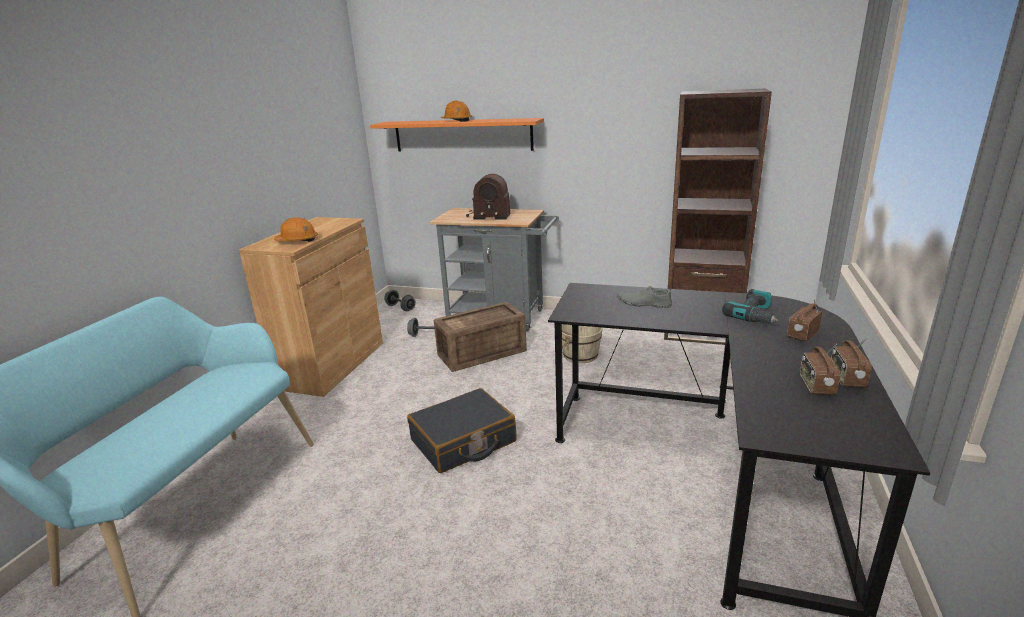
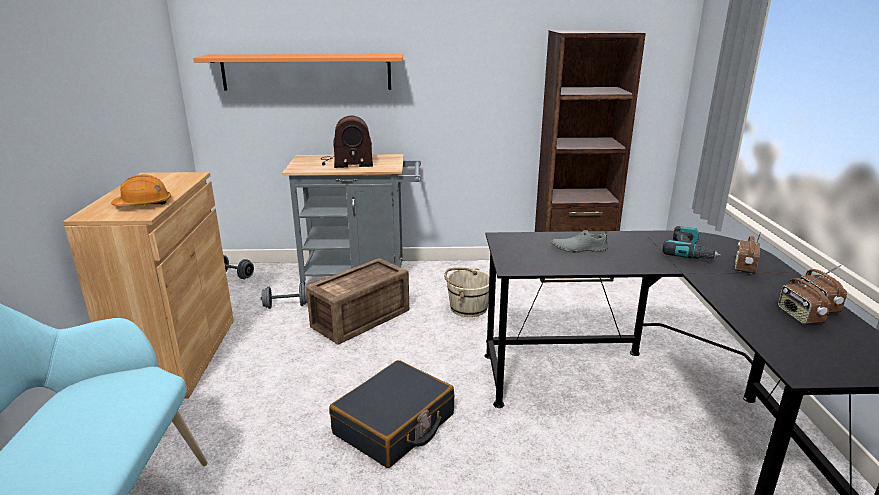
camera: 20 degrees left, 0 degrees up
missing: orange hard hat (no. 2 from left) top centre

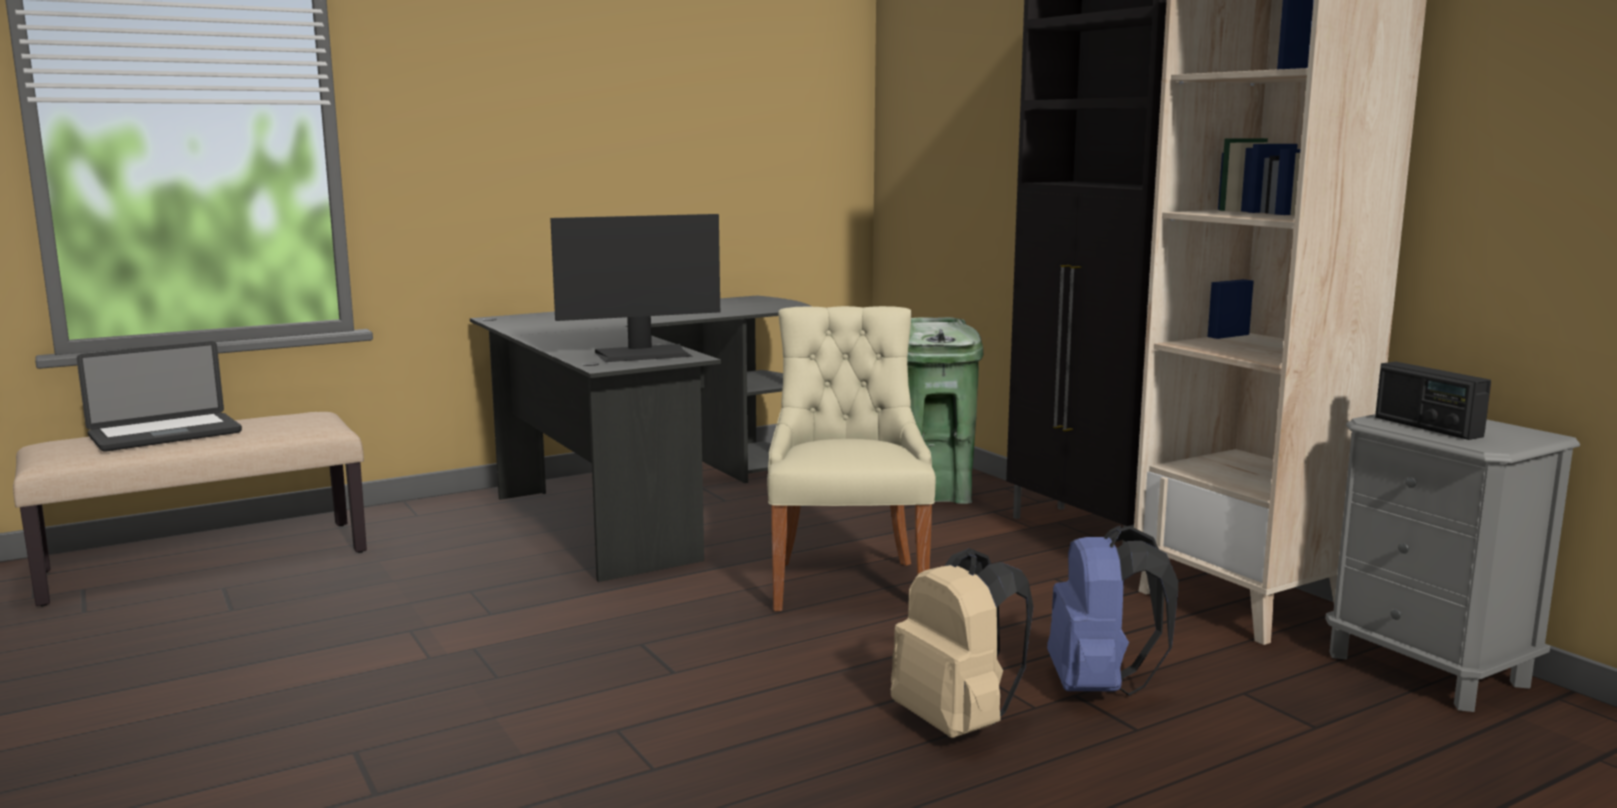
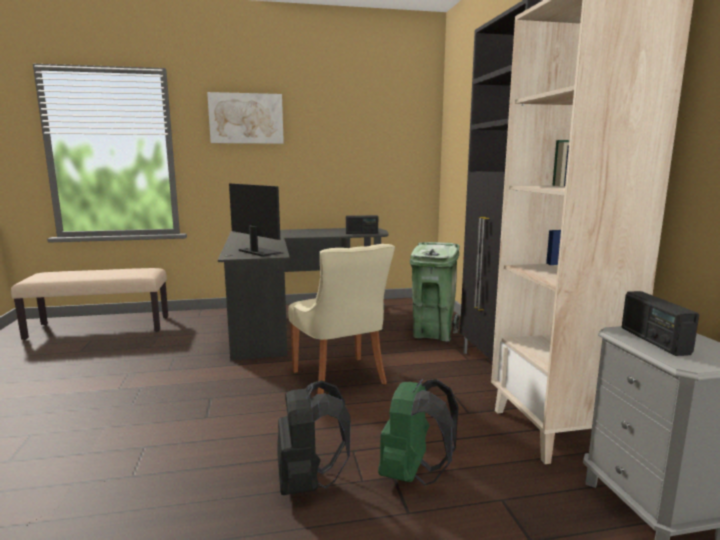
camera: 20 degrees right, 0 degrees up
missing: laptop middle left
appeared: picture top centre; radio (no. 1 from left) centre
colour: beige backpack bottom centre to black backpack bottom centre; blue backpack bottom right to green backpack bottom centre
spun: monitor centre = centre 135 degrees counterclockwise; beige chair centre = centre 135 degrees clockwise

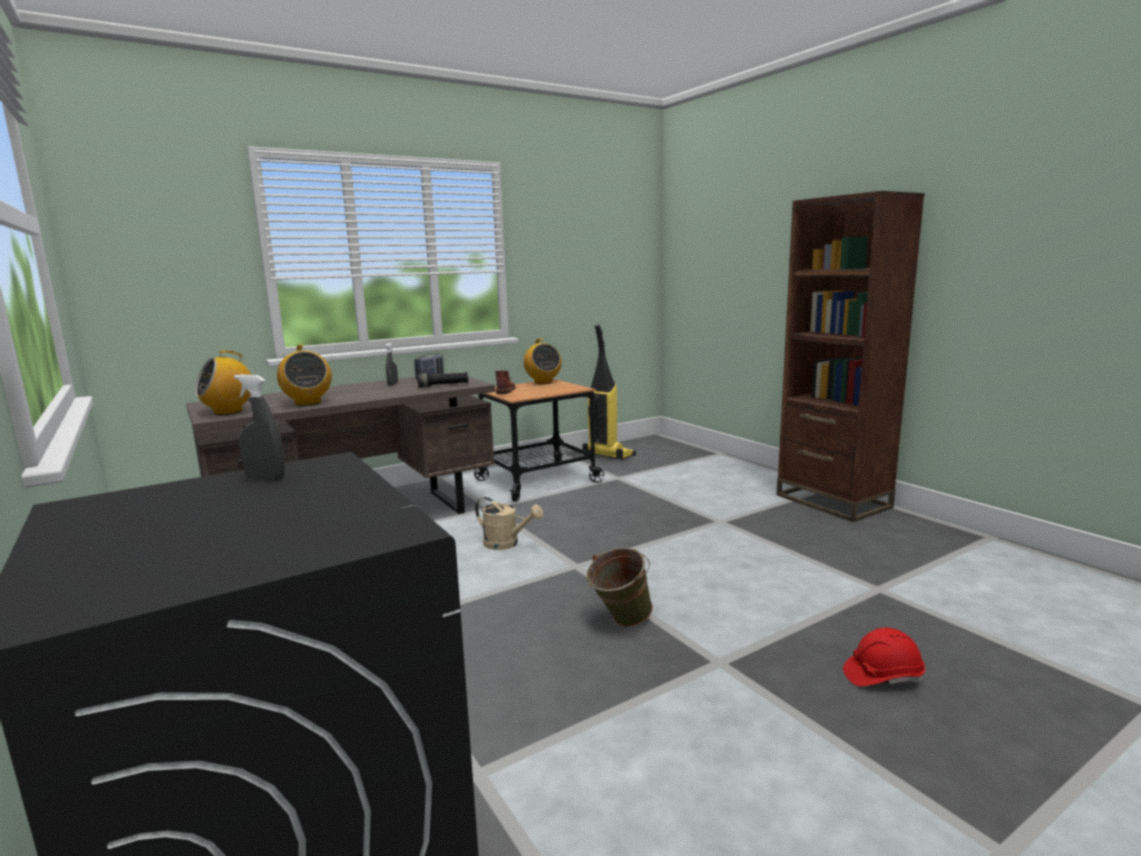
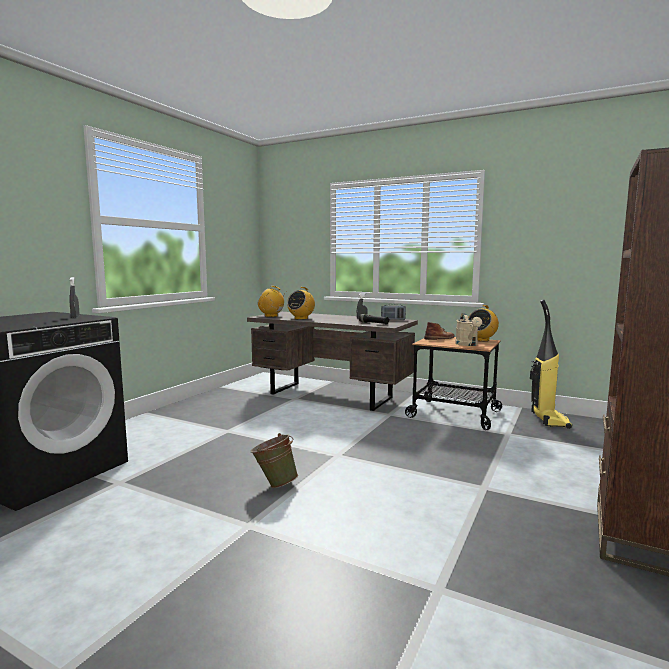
camera: 60 degrees right, 5 degrees down
missing: red hard hat bottom right
relocated: beige watering can centre to middle right

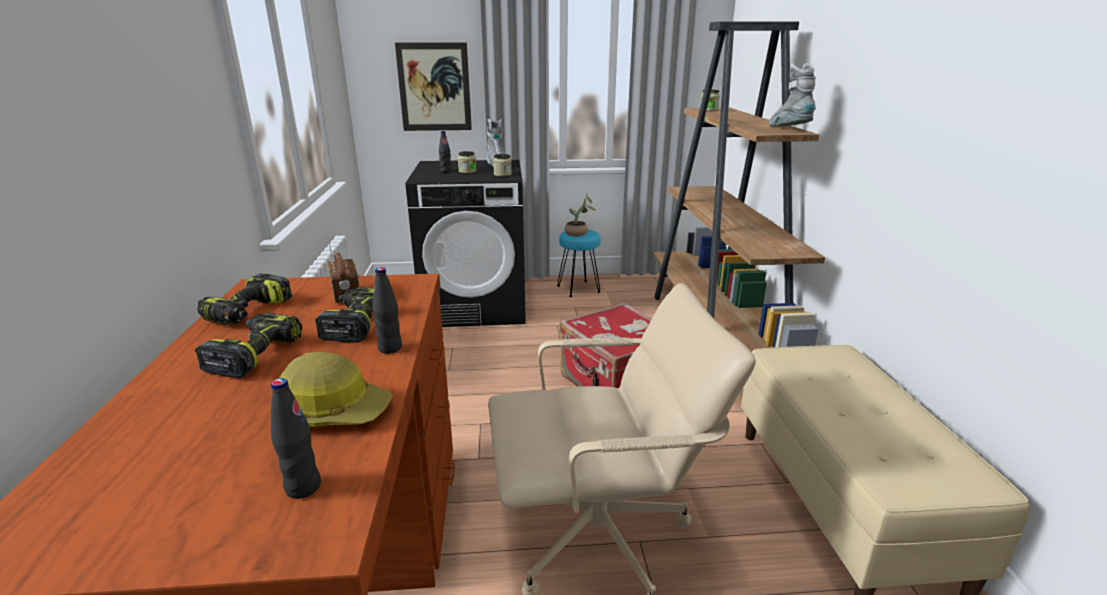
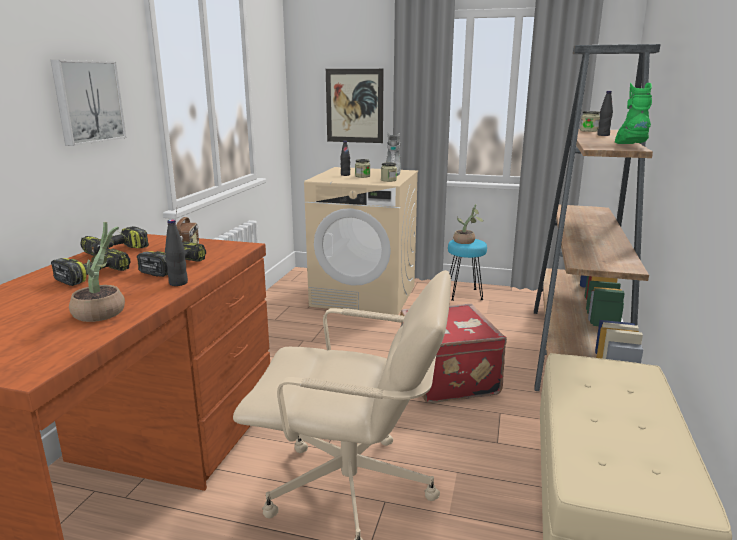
camera: 20 degrees right, 5 degrees down
appeared: picture (no. 1 from left) top left
relocated: black bottle (no. 1 from left in the first image) bottom left to black bottle (no. 3 from left) top right
exchanged: hard hat middle left to potted plant (no. 1 from left) middle left
colour: black washing machine centre to beige washing machine centre; grey boot (no. 2 from left) top right to green boot top right

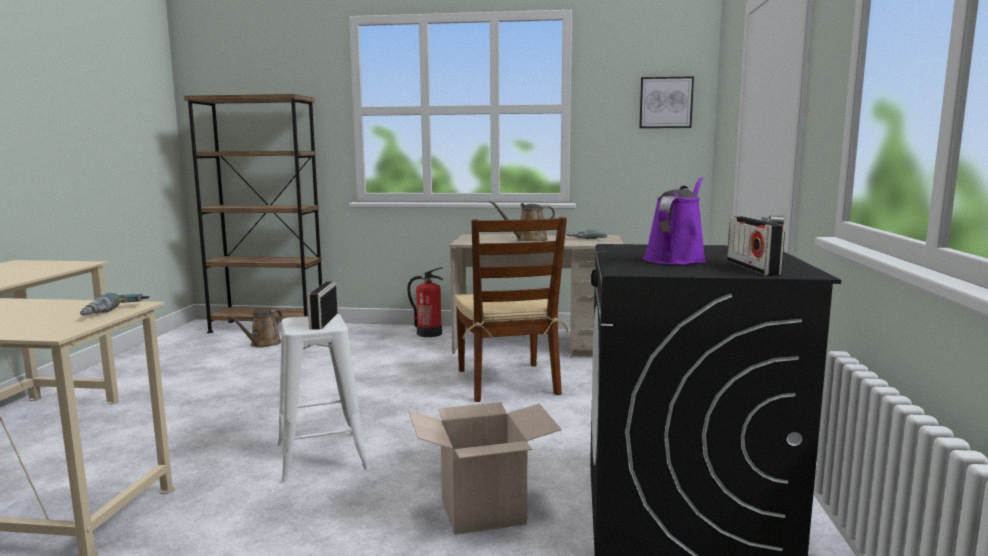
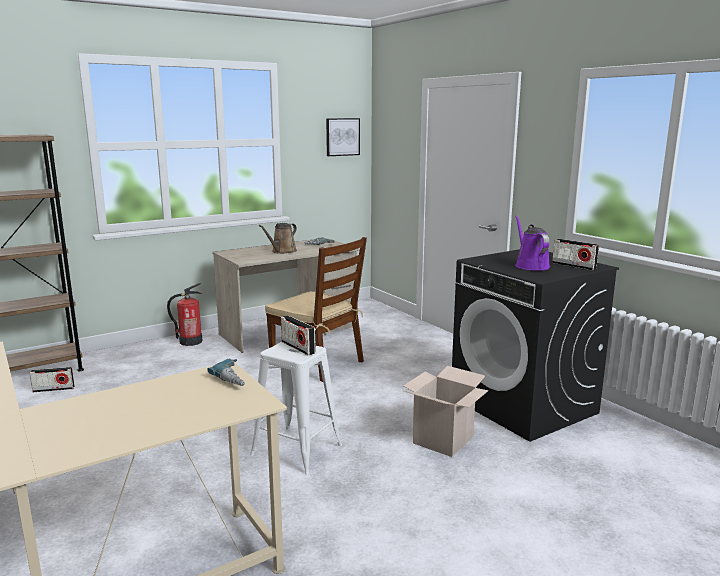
camera: 40 degrees left, 5 degrees up
exchanged: brown watering can (no. 1 from left) middle left to radio (no. 1 from left) middle left

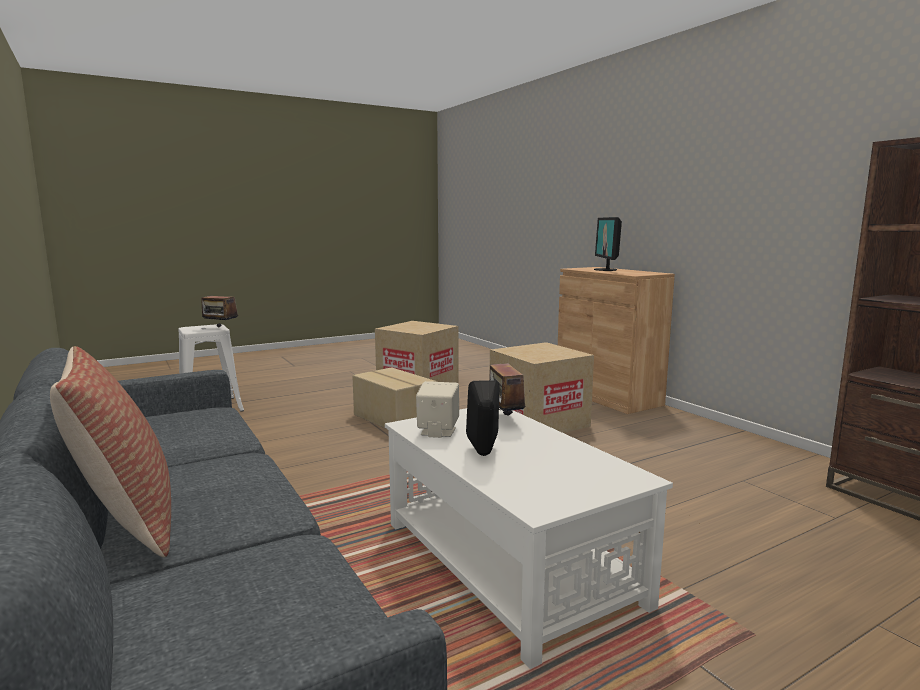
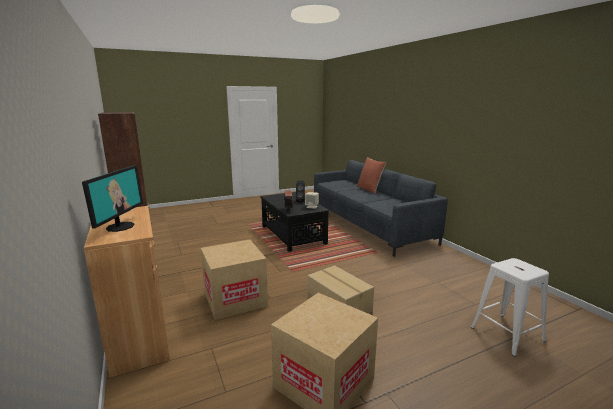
camera: 175 degrees left, 5 degrees up
missing: radio (no. 1 from left) middle left
colour: white coffee table bottom centre to black coffee table centre

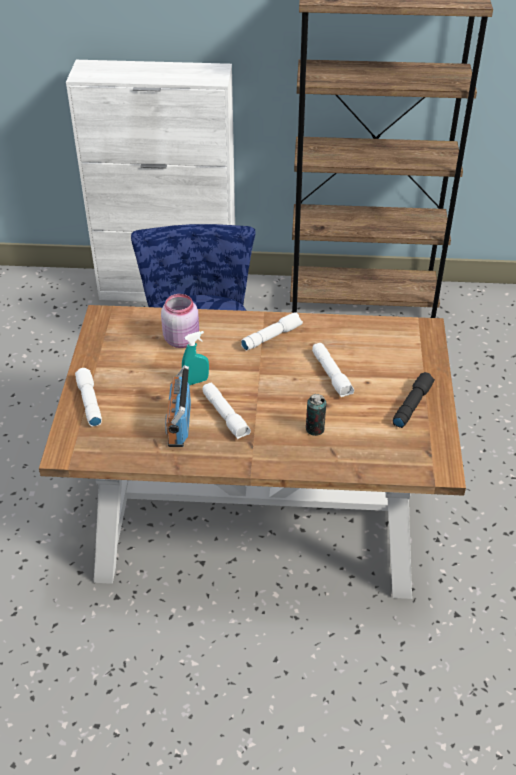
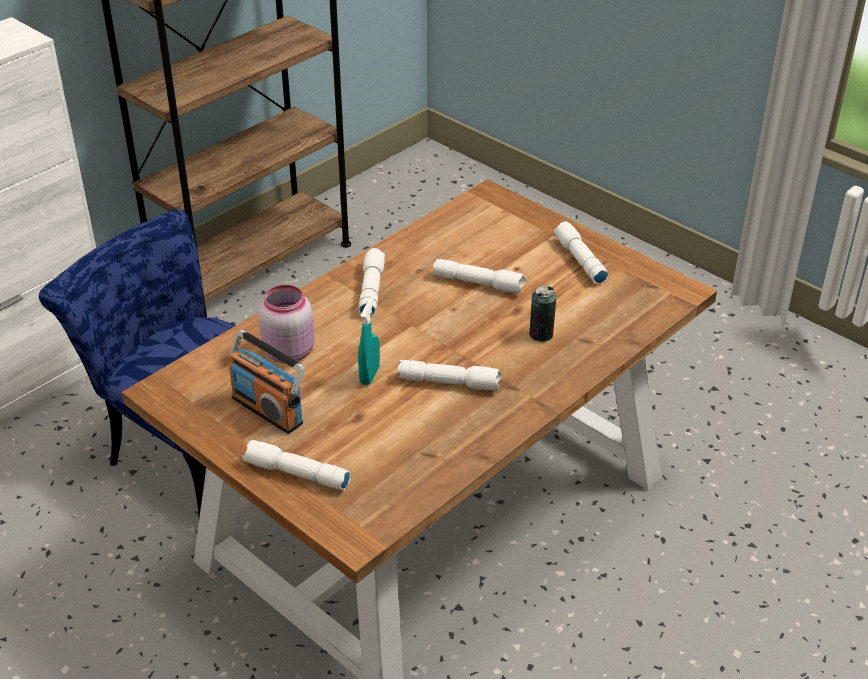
camera: 50 degrees left, 5 degrees down
relocated: radio centre to middle left
colour: black flashlight middle right to white flashlight (no. 5 from left) middle right

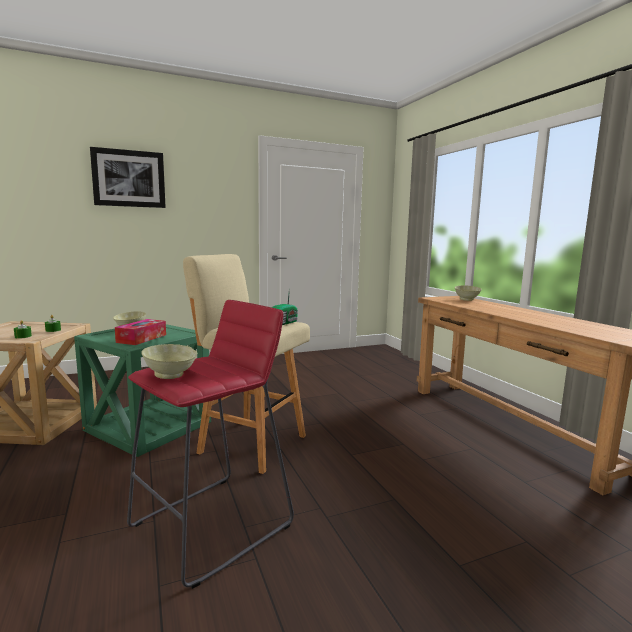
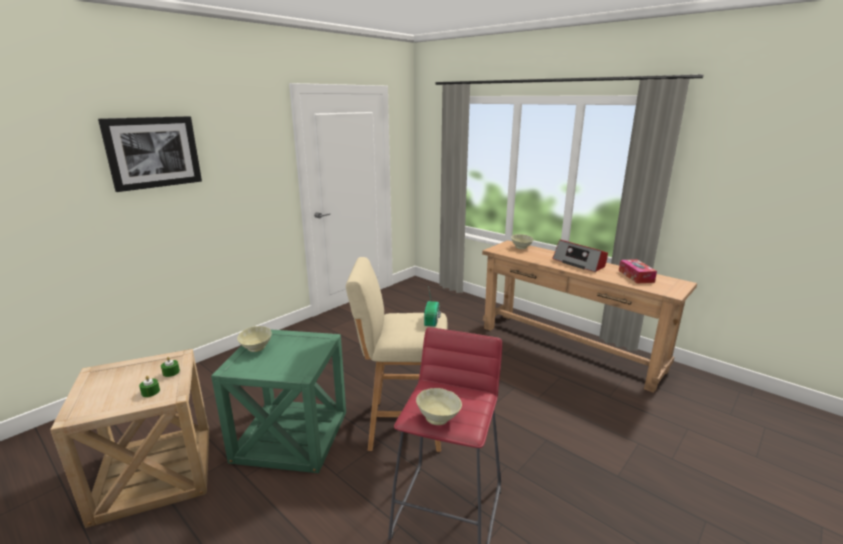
camera: 25 degrees left, 10 degrees up
appeared: radio (no. 2 from left) middle right
relocated: tissue box middle left to middle right

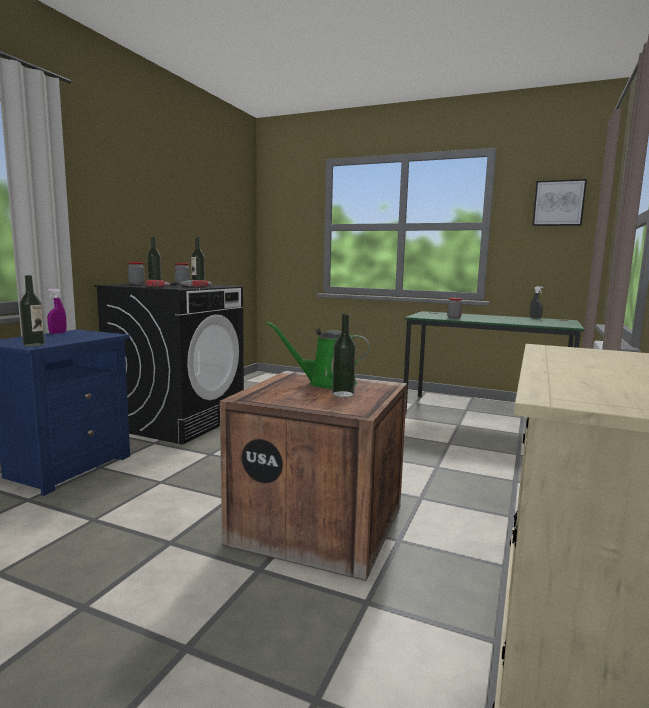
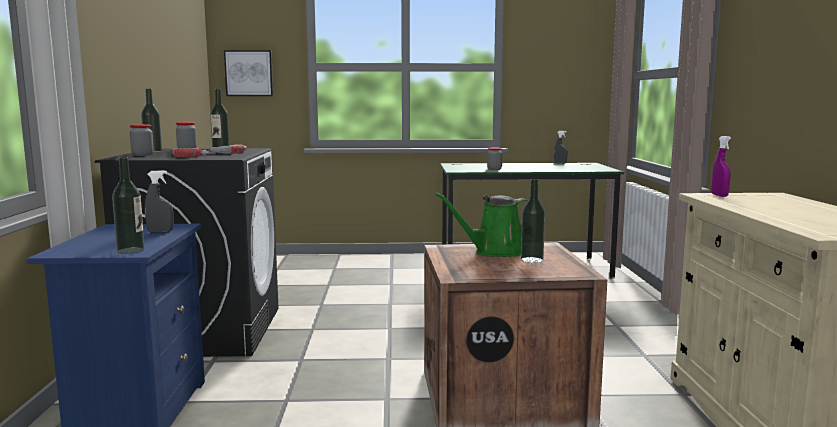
camera: 25 degrees left, 0 degrees up
appeared: grey spray bottle (no. 1 from left) middle left
relocated: purple spray bottle middle left to middle right; picture top right to top left

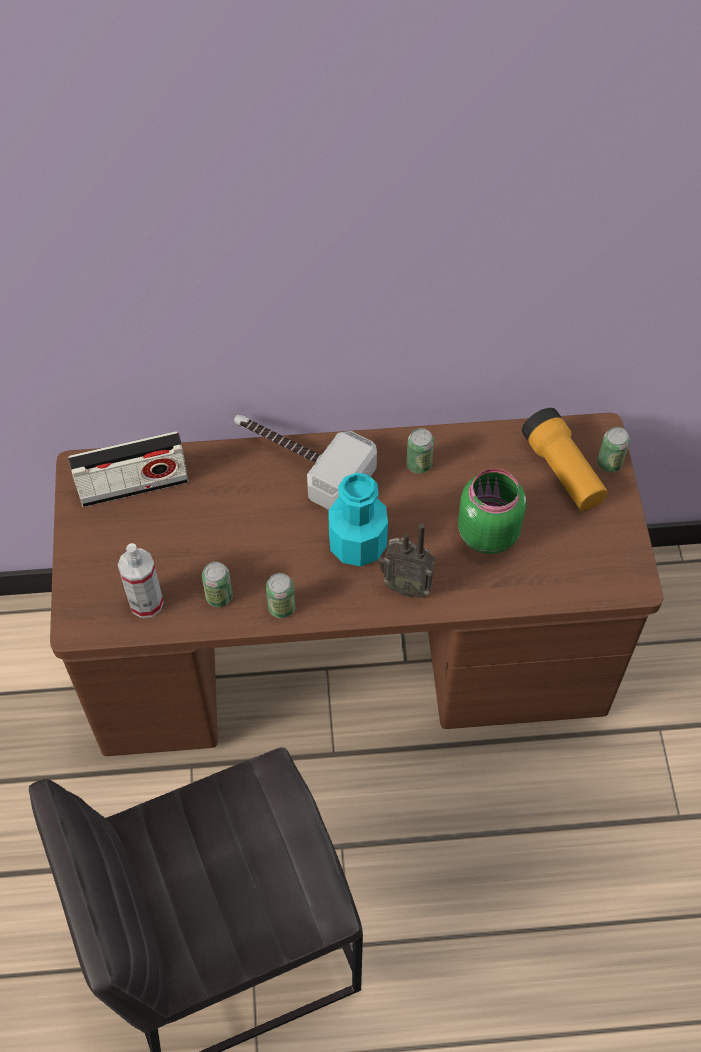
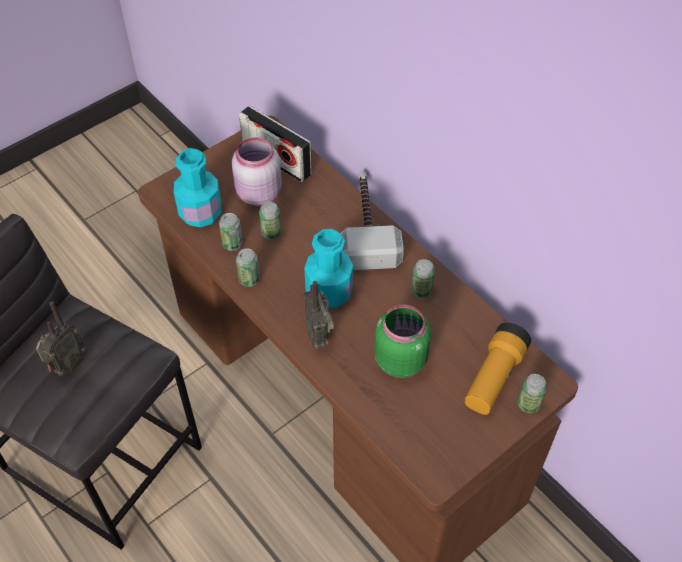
camera: 55 degrees right, 5 degrees down
appeared: radio (no. 1 from left) middle left; pink jar top centre; can (no. 3 from left) centre
exchanged: spray bottle middle left to turquoise bottle (no. 1 from left) top left

